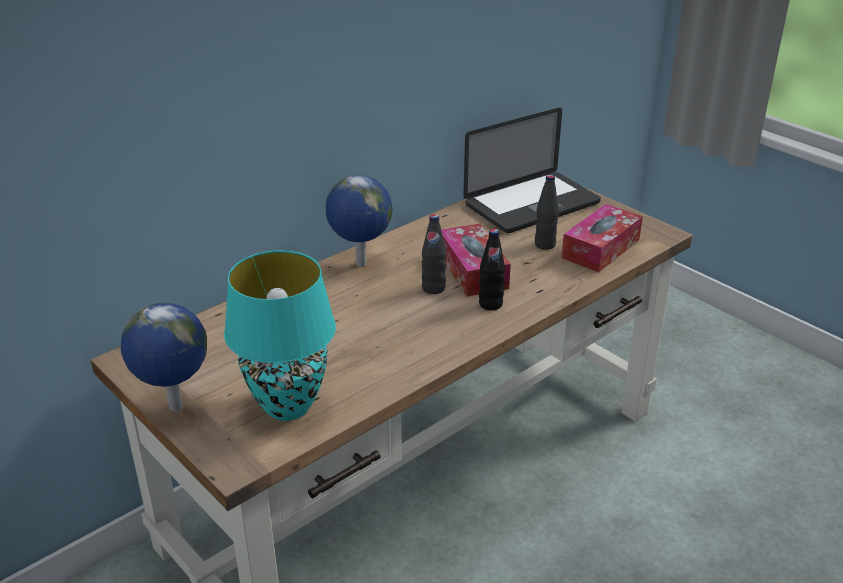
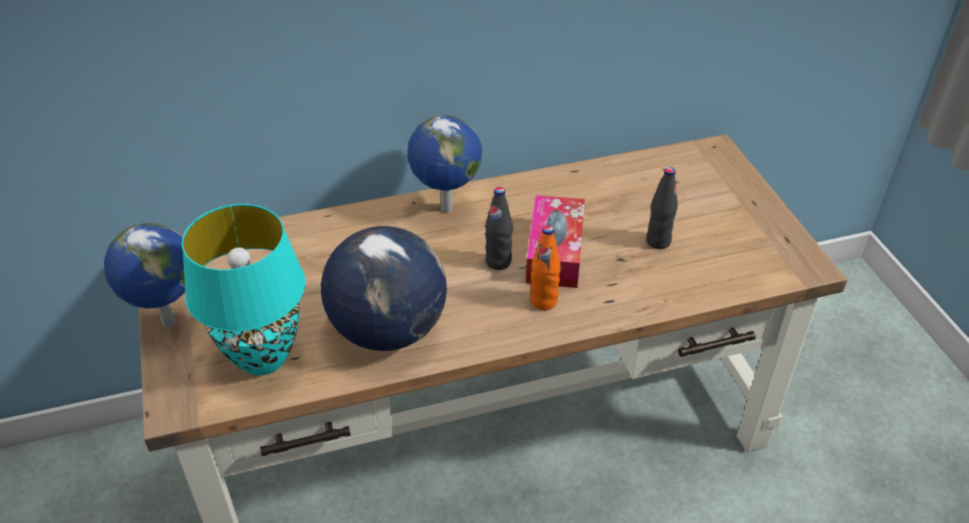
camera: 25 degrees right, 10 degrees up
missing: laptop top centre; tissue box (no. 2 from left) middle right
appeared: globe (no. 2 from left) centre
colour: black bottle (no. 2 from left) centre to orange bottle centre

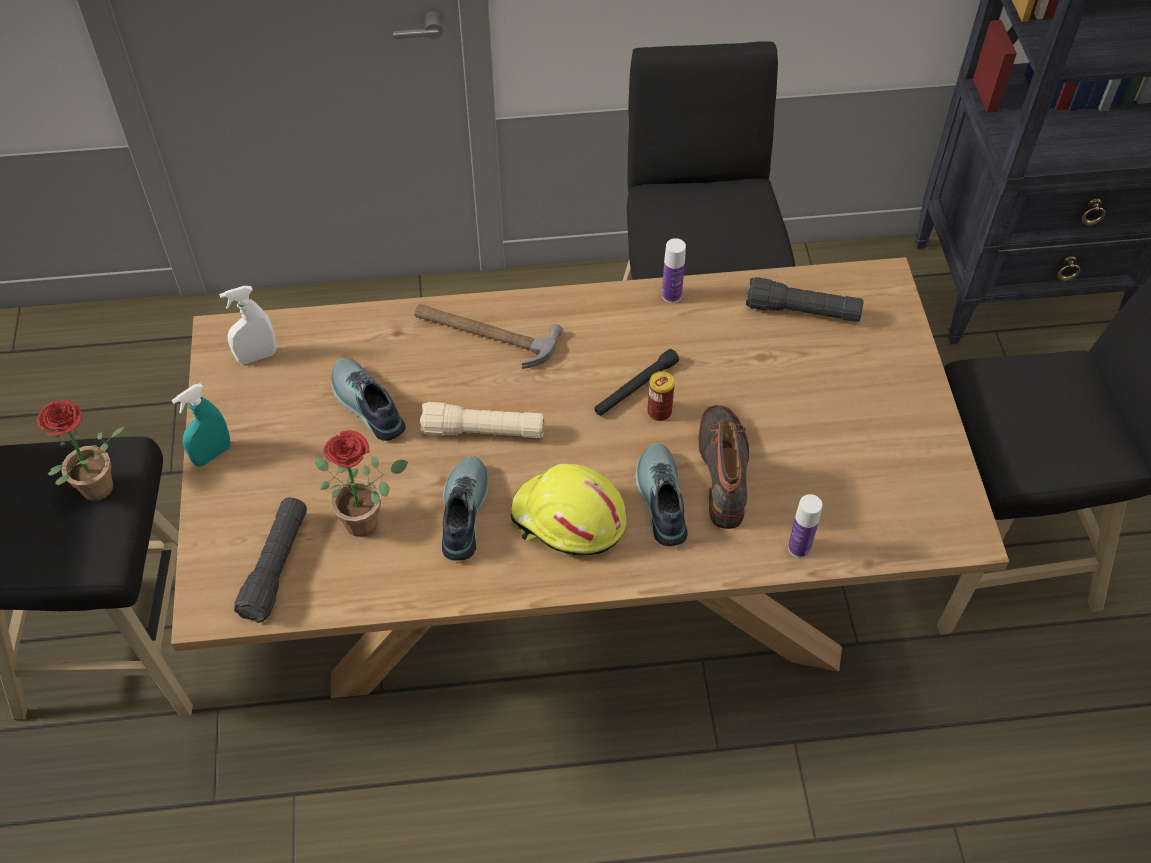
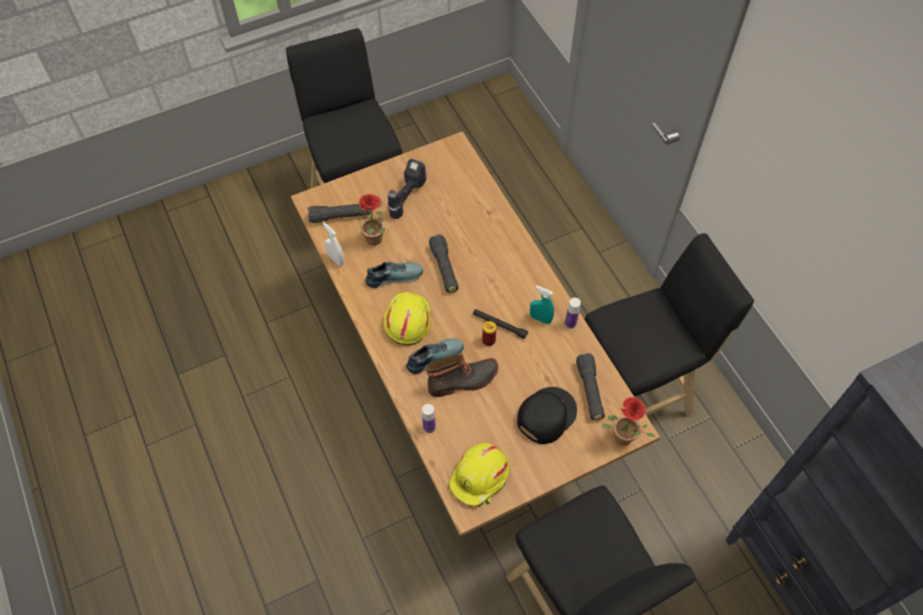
camera: 70 degrees right, 5 degrees up
missing: shoe (no. 1 from left) middle left; hammer centre
appeared: power drill top centre; yellow hard hat (no. 2 from left) bottom centre; black cap bottom centre
relocated: potted plant (no. 1 from left in the first image) middle left to potted plant (no. 2 from left) bottom right; turquoise spray bottle middle left to centre; white spray bottle middle left to centre
colour: beige flashlight centre to black flashlight (no. 2 from left) centre

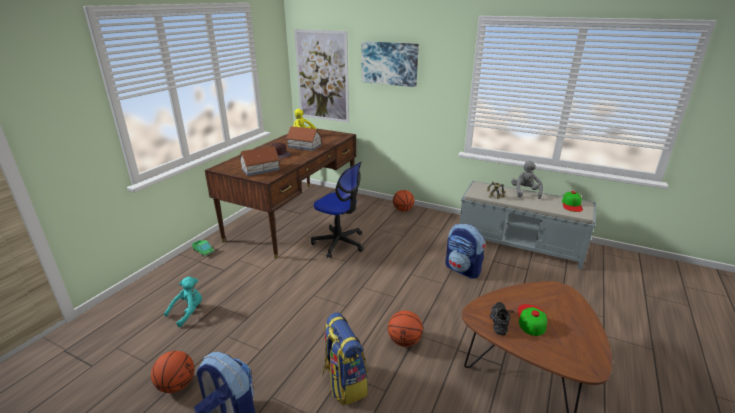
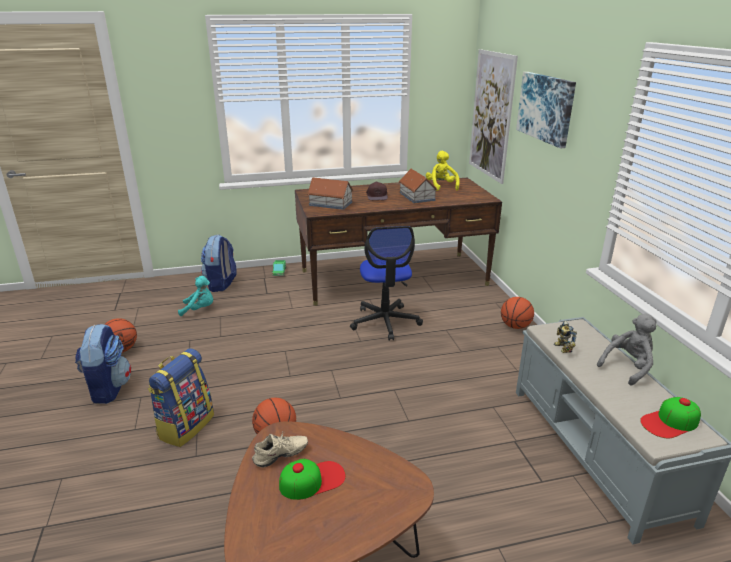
camera: 50 degrees right, 0 degrees up
relocated: backpack (no. 3 from left) centre to middle left
colour: black shoe bottom right to beige shoe bottom centre

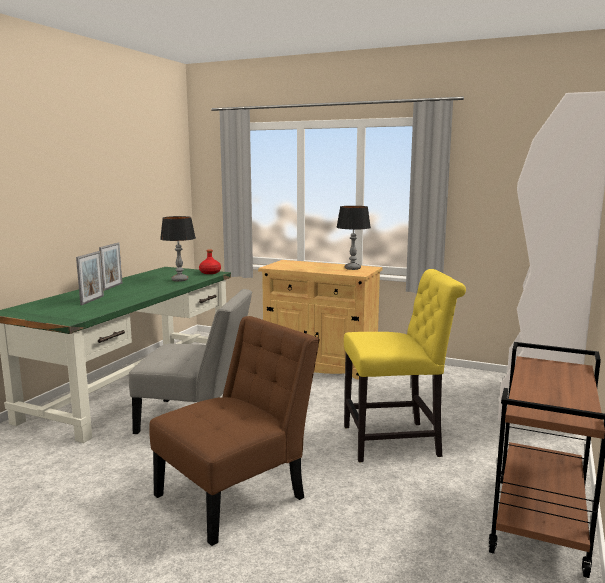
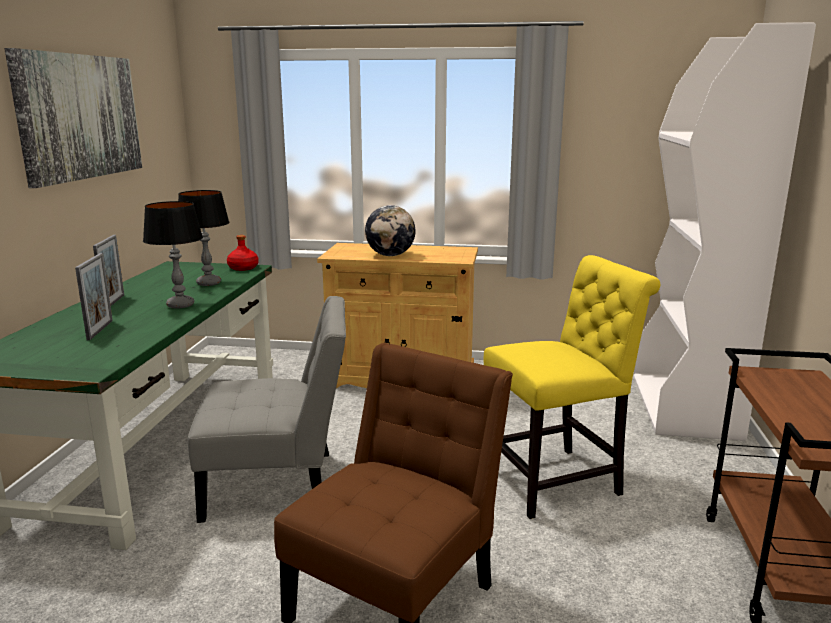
camera: 15 degrees left, 5 degrees up
appeared: picture top left; globe centre
relocated: table lamp (no. 2 from left in the first image) centre to table lamp (no. 1 from left) middle left

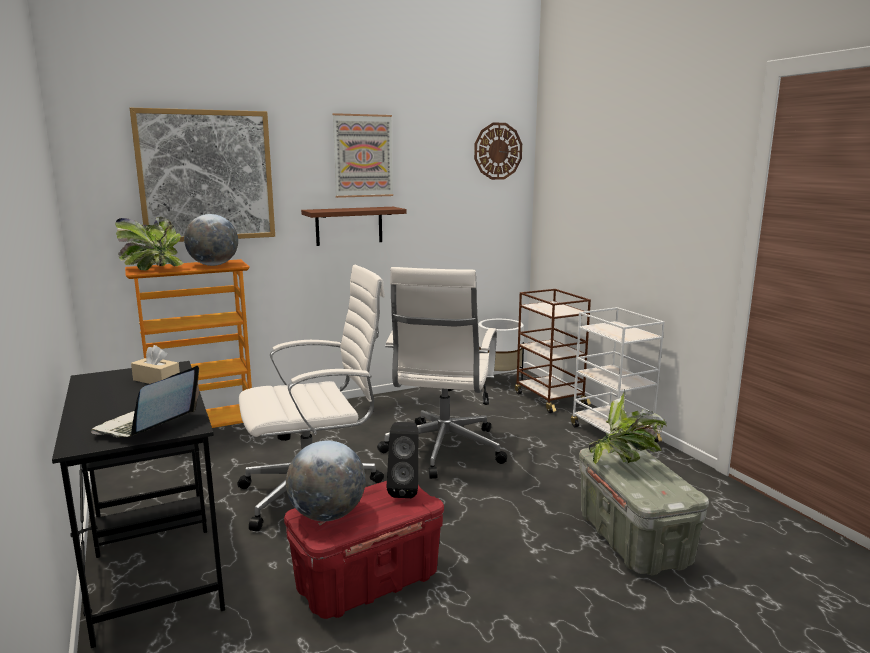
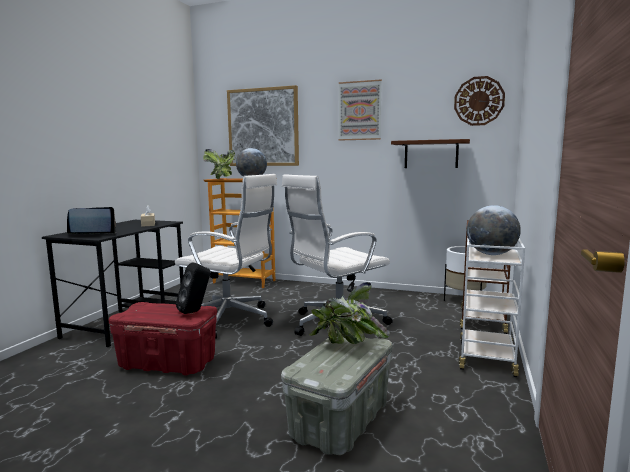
camera: 45 degrees right, 5 degrees down
relocated: globe (no. 2 from left) bottom centre to middle right; brown shelf centre to top right

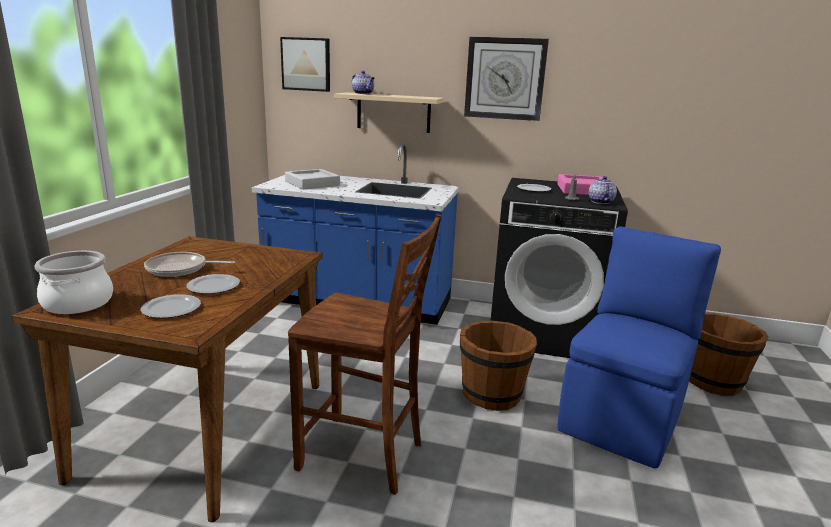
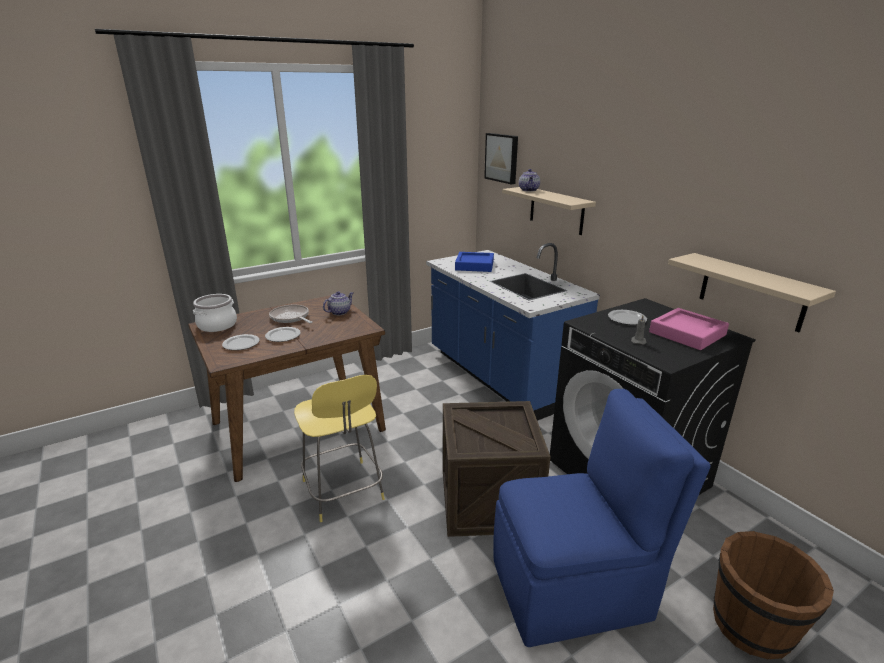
camera: 45 degrees right, 5 degrees up
missing: wall clock top centre
appeared: beige shelf (no. 2 from left) middle right
relocated: teapot (no. 2 from left in the first image) middle right to teapot (no. 1 from left) centre
exchanged: brown chair bottom centre to yellow stool bottom centre; brown bucket (no. 1 from left) bottom centre to crate bottom centre
colour: grey tray centre to blue tray centre

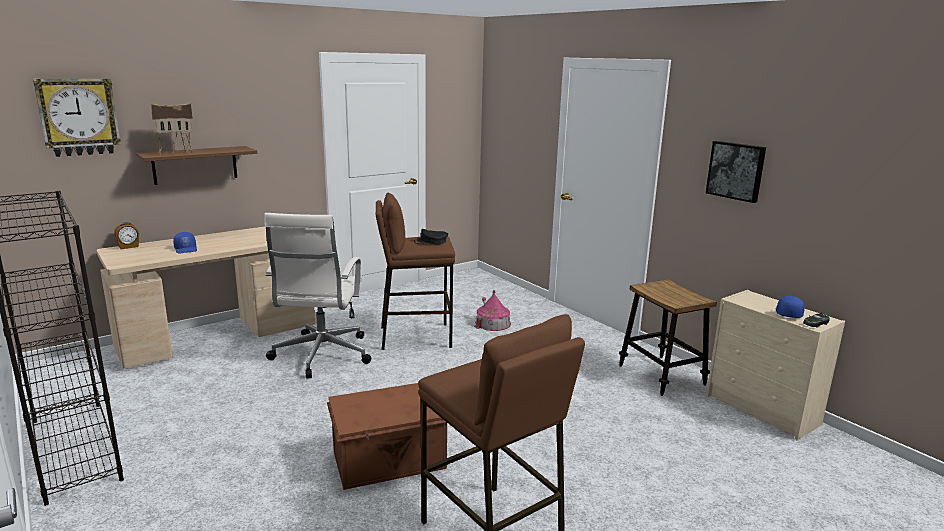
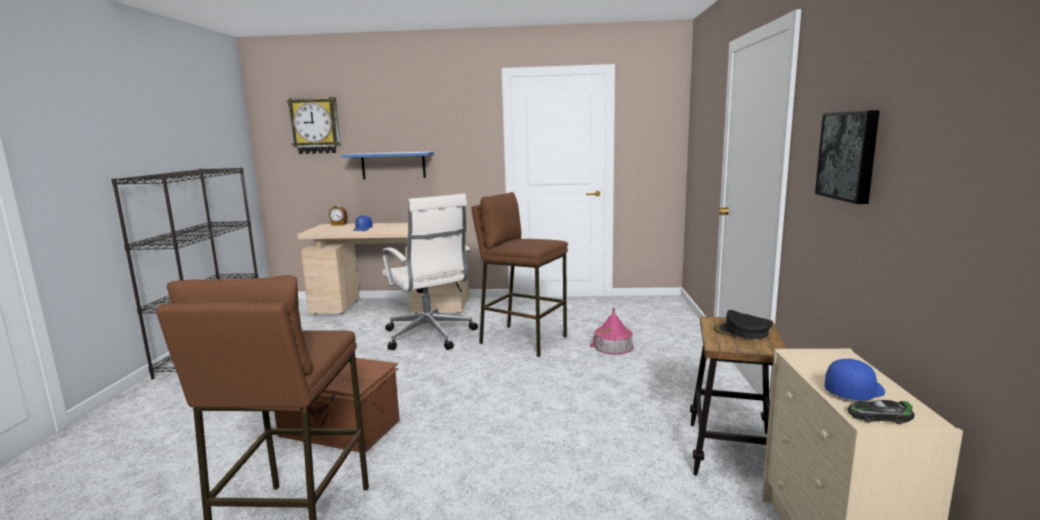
camera: 40 degrees right, 5 degrees down
missing: toy house (no. 1 from left) top left
relocated: black cap centre to middle right
colour: brown shelf top left to blue shelf top centre
spun: white office chair centre = centre 75 degrees counterclockwise

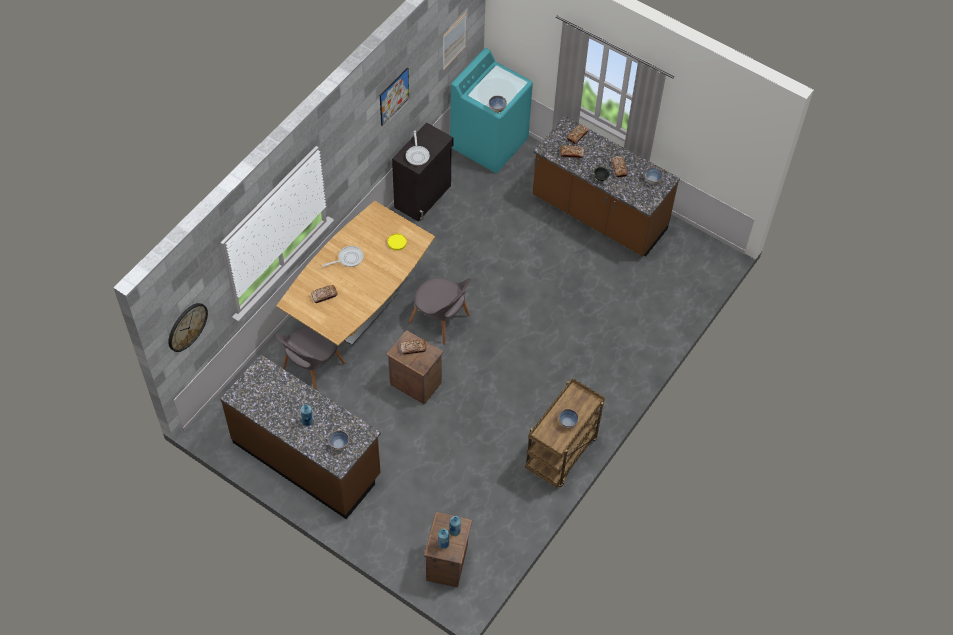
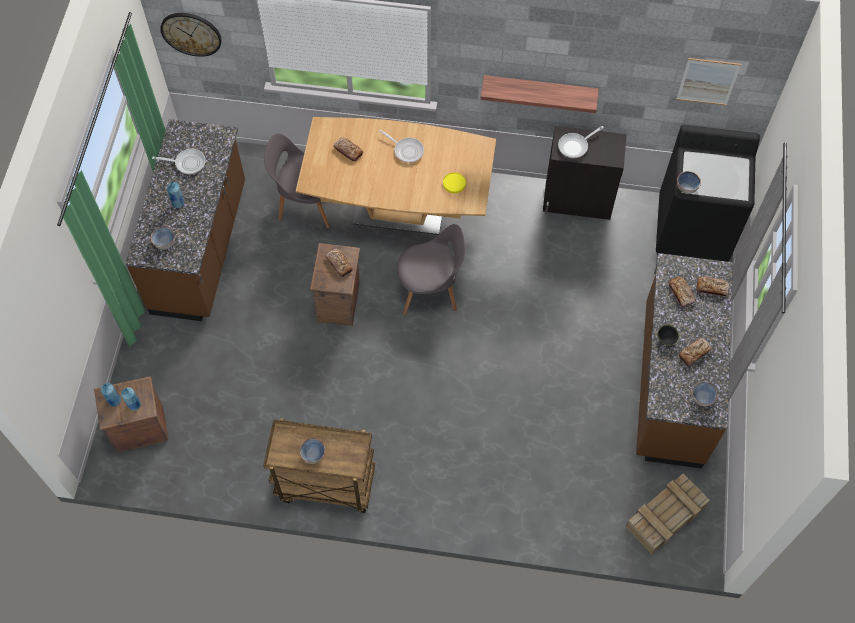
camera: 65 degrees right, 5 degrees up
missing: picture (no. 1 from left) top centre
appeared: frying pan (no. 1 from left) top left; shelf top centre; crate (no. 3 from left) bottom right
colour: turquoise washing machine top centre to black washing machine top right
spun: grey chair (no. 2 from left) centre = centre 105 degrees counterclockwise

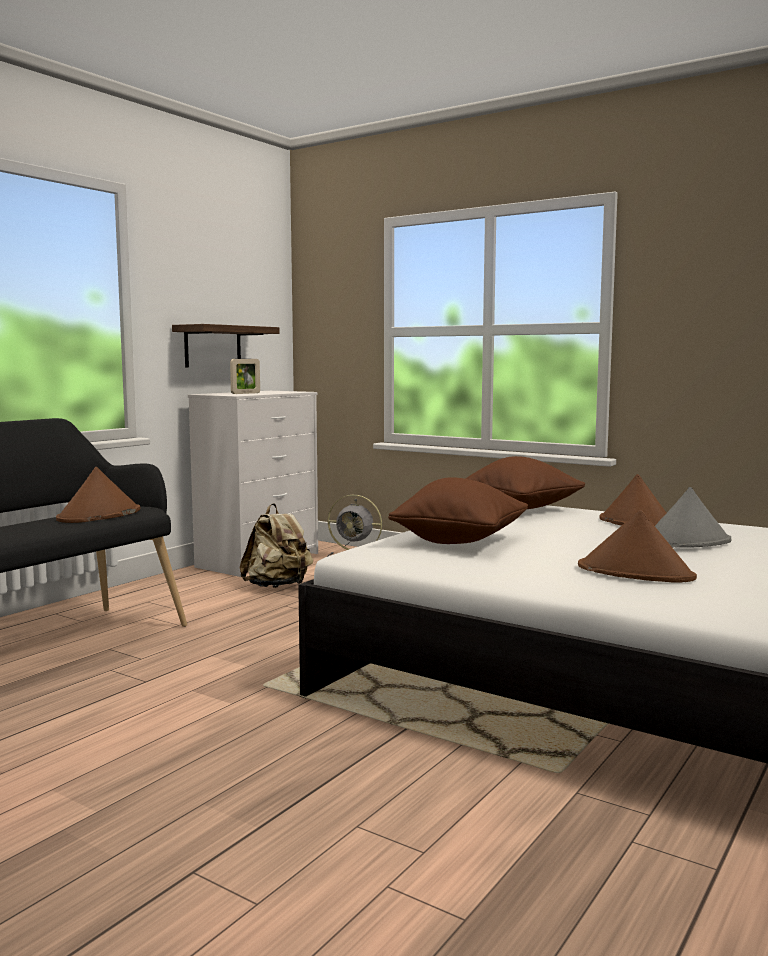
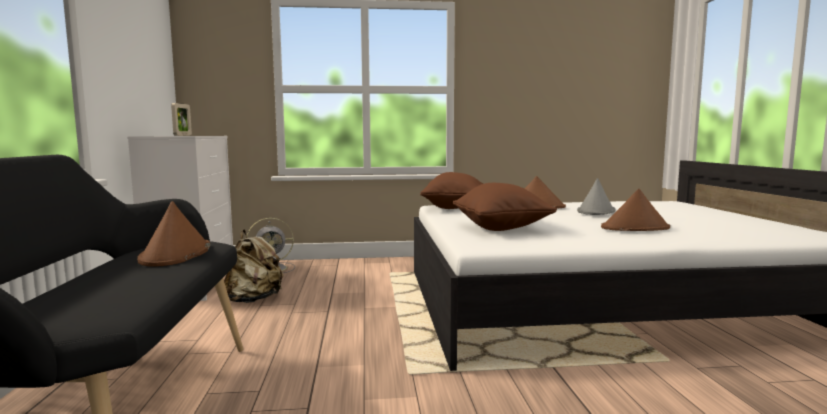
camera: 40 degrees left, 0 degrees up
missing: shelf middle left

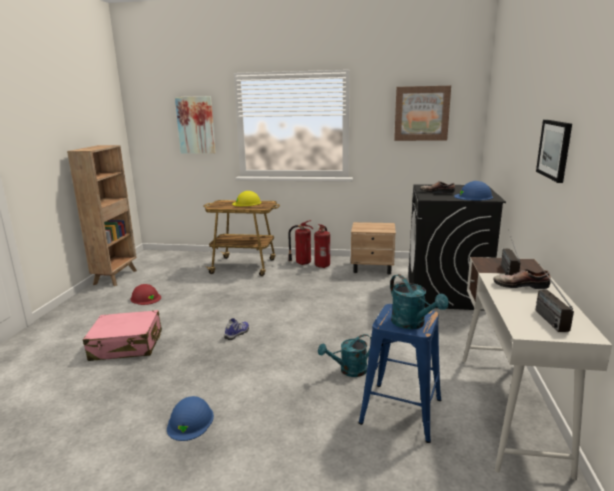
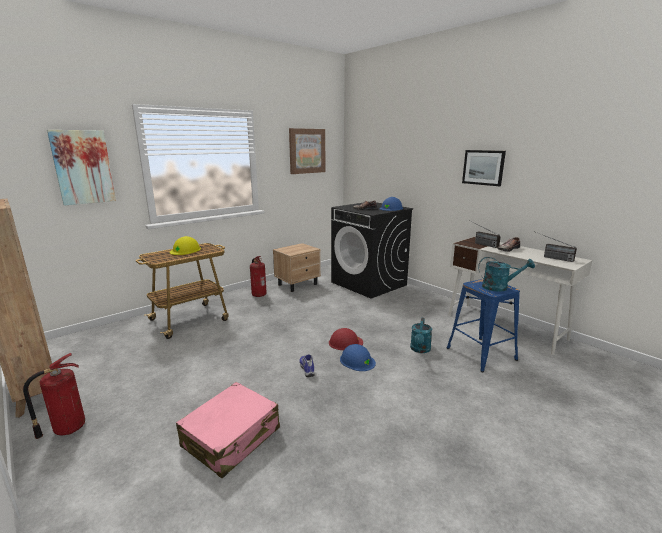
camera: 50 degrees left, 0 degrees up
relocated: red hard hat middle left to centre; blue hard hat (no. 1 from left) bottom left to bottom centre; fire extinguisher (no. 1 from left) centre to bottom left

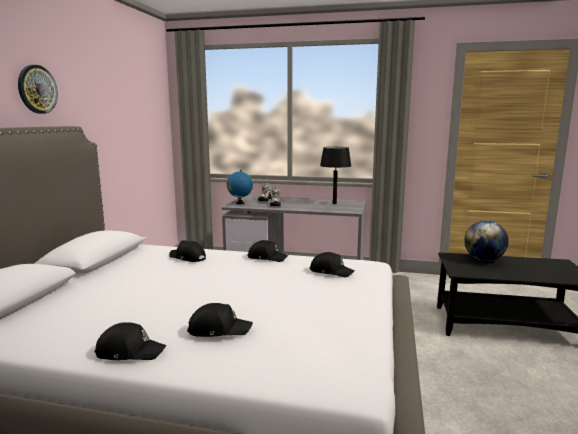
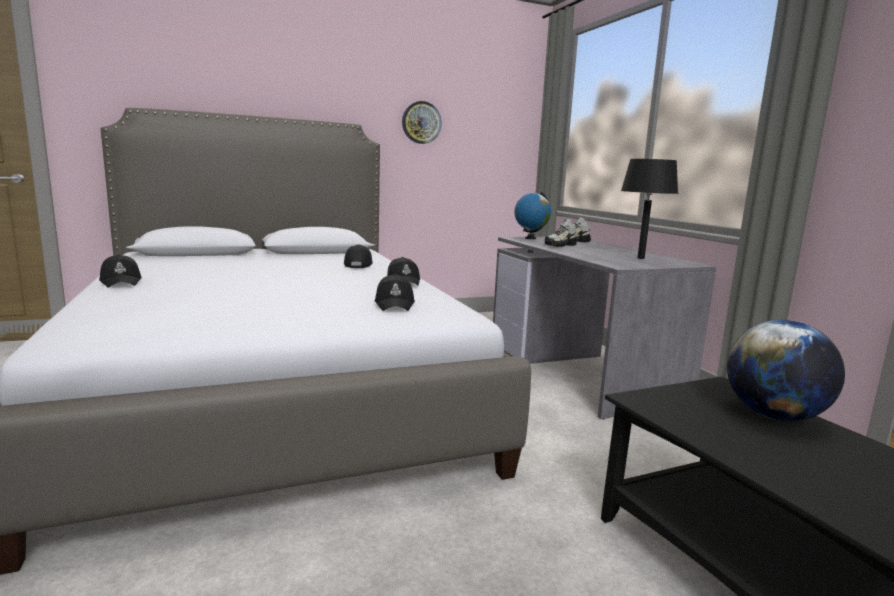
camera: 55 degrees right, 0 degrees up
missing: black cap (no. 3 from left) bottom centre
relocated: wall clock top left to top centre

